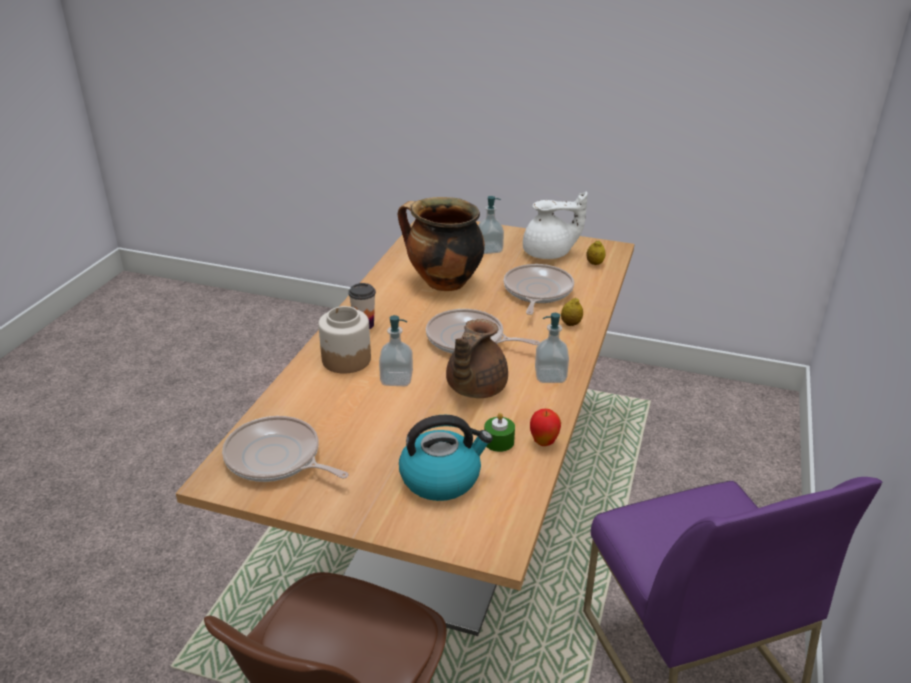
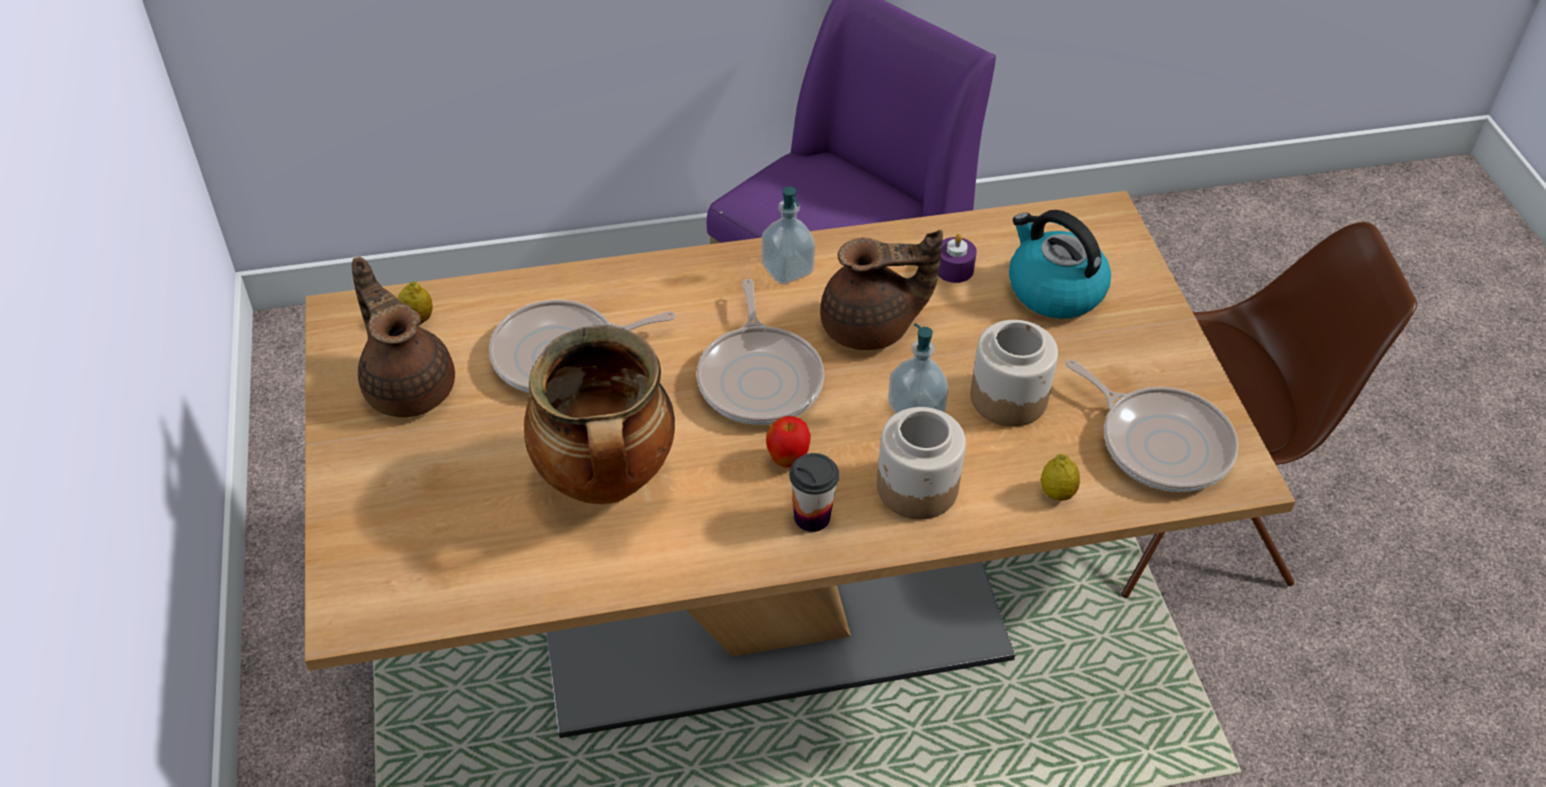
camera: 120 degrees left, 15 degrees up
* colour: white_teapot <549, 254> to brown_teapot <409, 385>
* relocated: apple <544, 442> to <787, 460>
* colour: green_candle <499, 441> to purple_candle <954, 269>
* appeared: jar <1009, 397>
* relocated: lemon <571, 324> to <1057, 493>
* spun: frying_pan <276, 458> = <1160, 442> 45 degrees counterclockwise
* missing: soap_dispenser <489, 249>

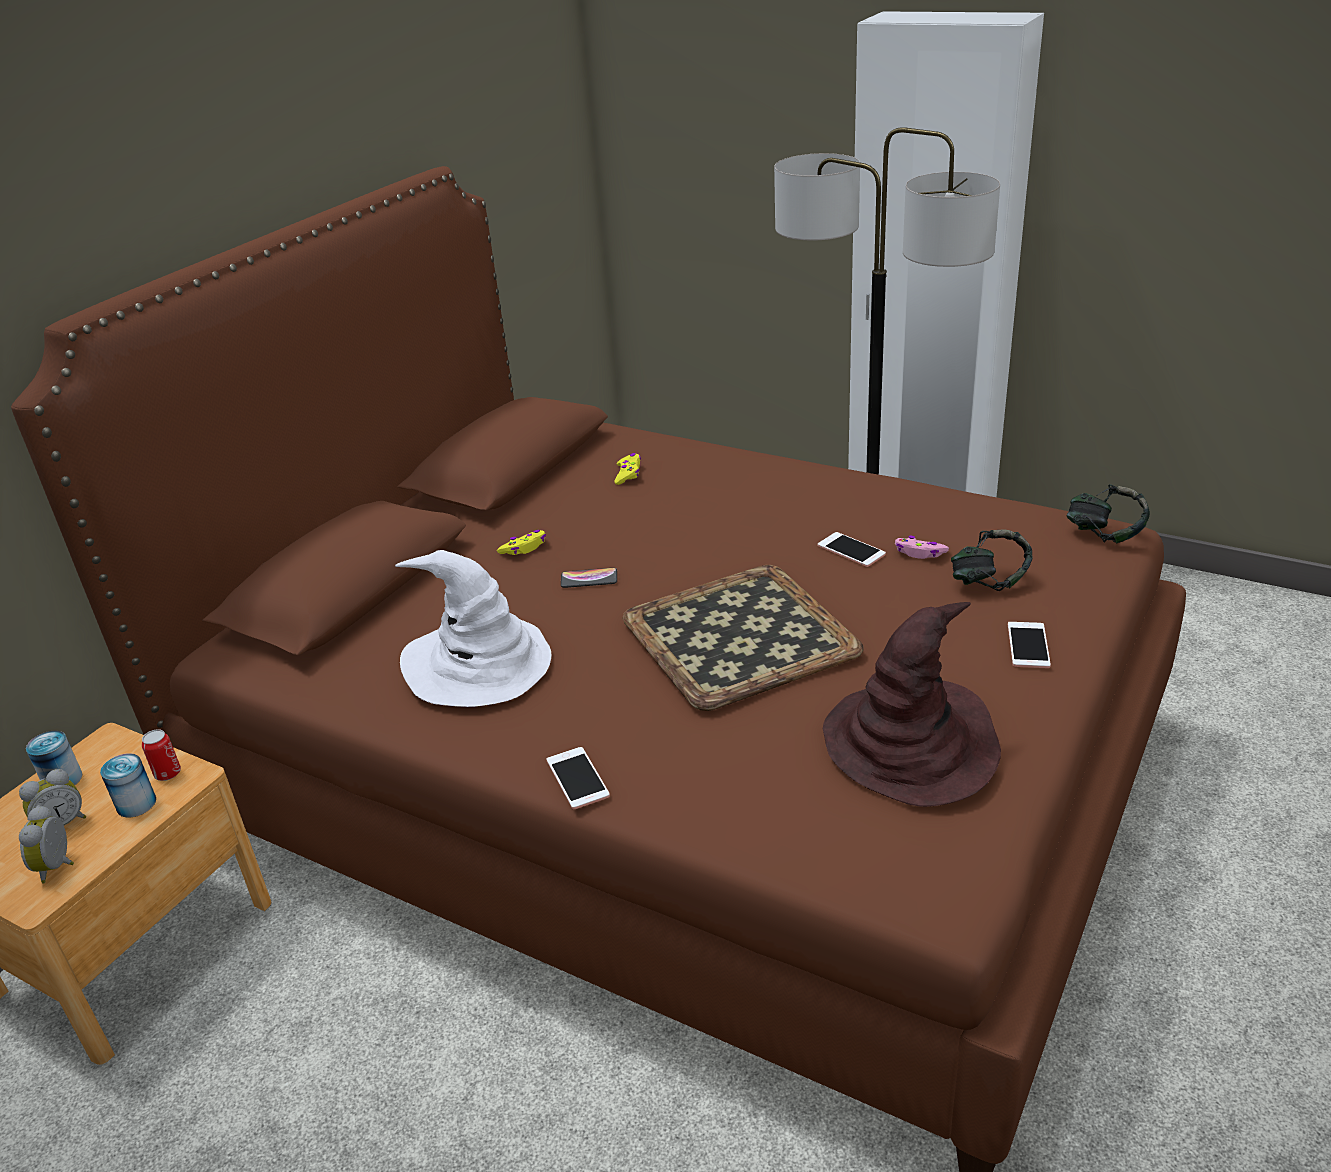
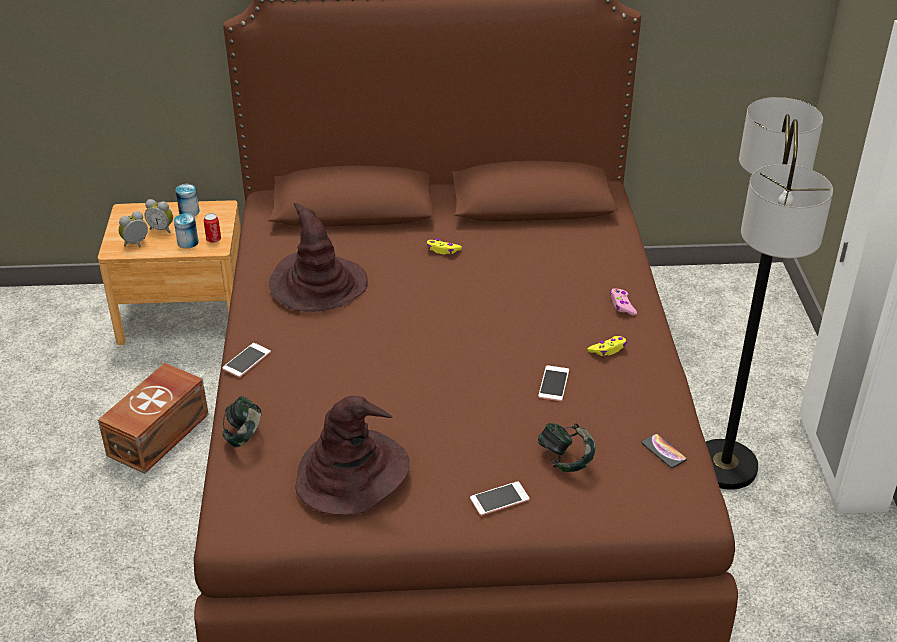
camera: 55 degrees right, 5 degrees up
* appeared: brown_storage_box <160, 434>
* relocated: headphones <1104, 534> to <244, 436>
* colour: white_hat <479, 664> to brown_hat <318, 285>
* relocated: yellow_game_controller <628, 474> to <608, 349>
* relocated: pink_game_controller <919, 553> to <622, 305>
* relocated: phone <589, 579> to <663, 451>
* missing: tray <737, 635>

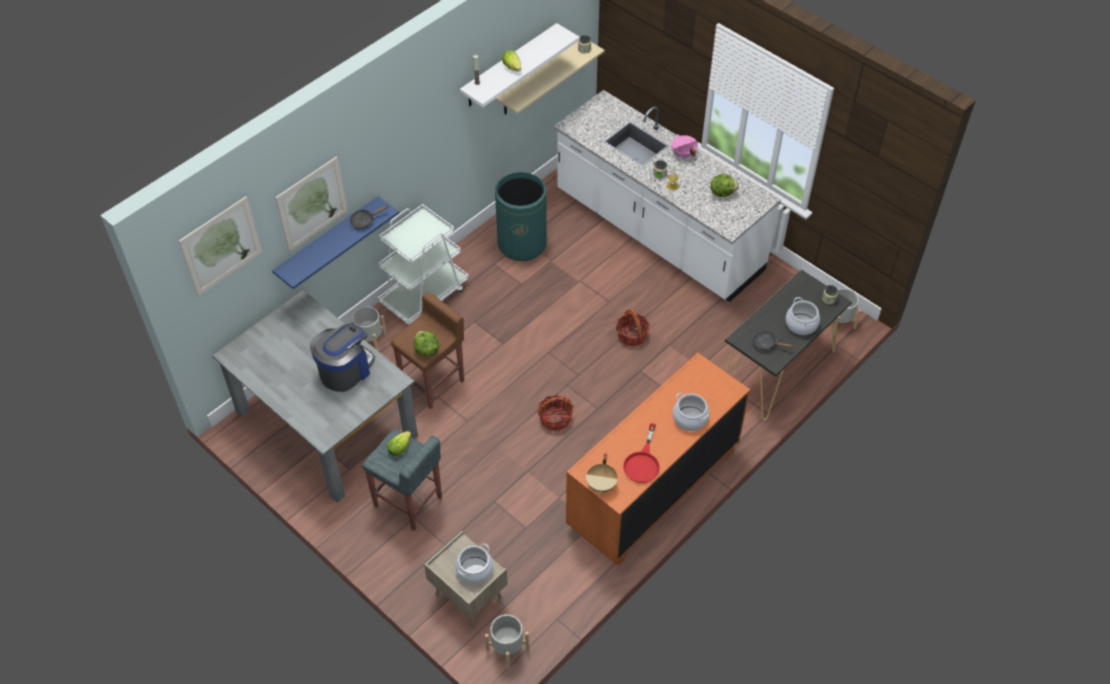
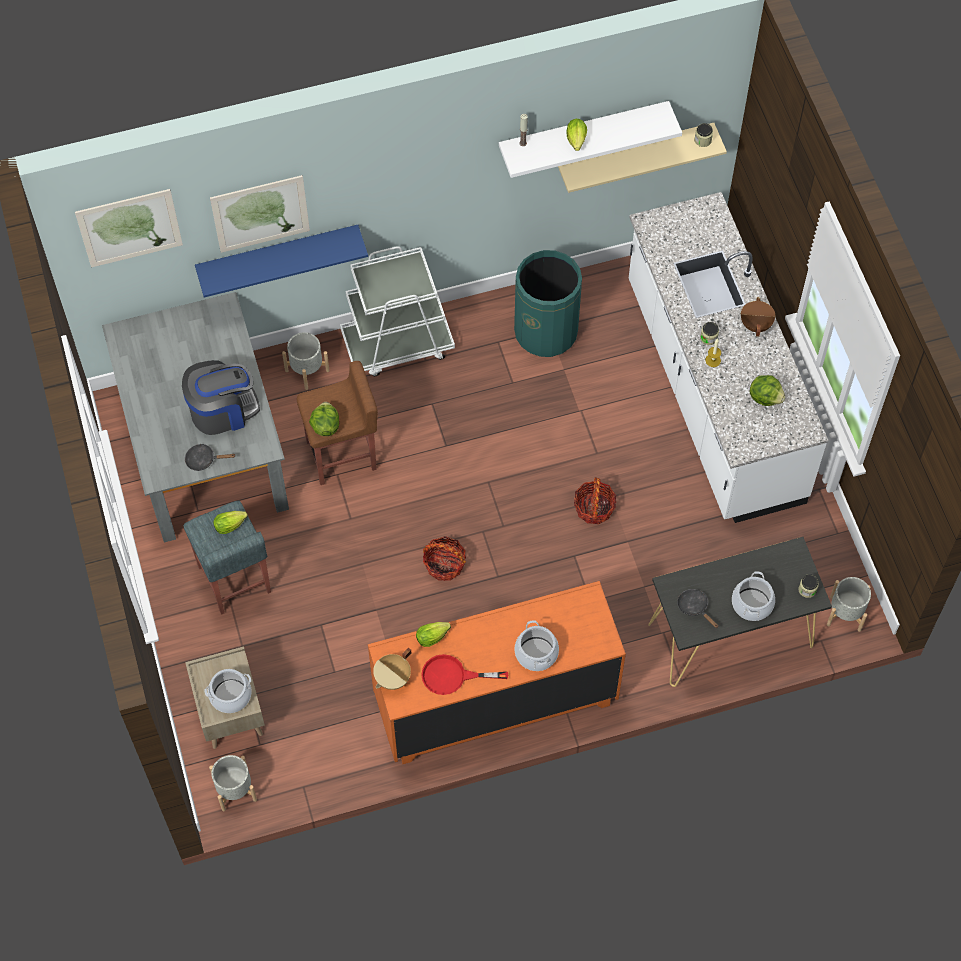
camera: 30 degrees right, 10 degrees up
* relocated: black_frying_pan <364, 221> to <204, 460>
* appeared: lettuce <434, 636>
* spun: red_frying_pan <643, 462> = <452, 676> 45 degrees clockwise
* colour: pink_cooking_pot <683, 154> to brown_cooking_pot <755, 324>

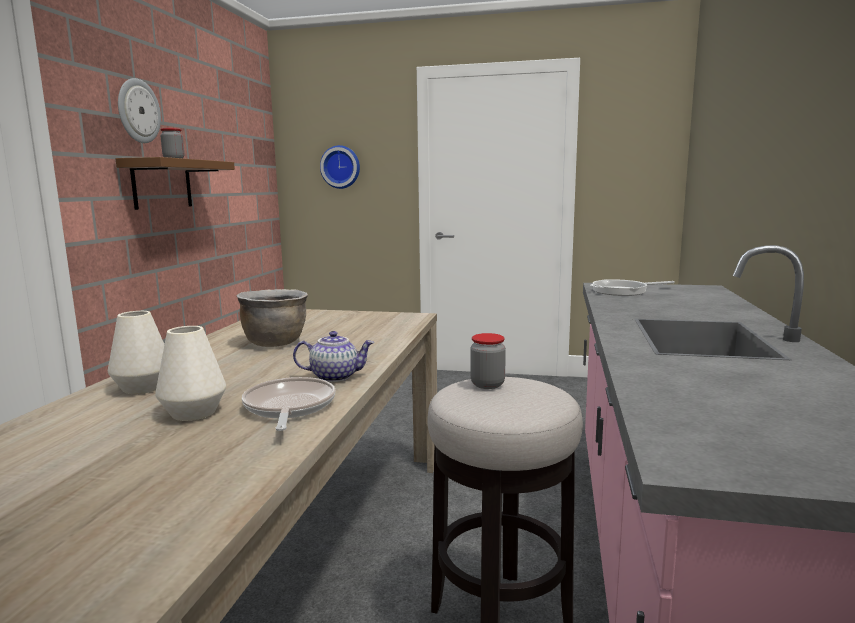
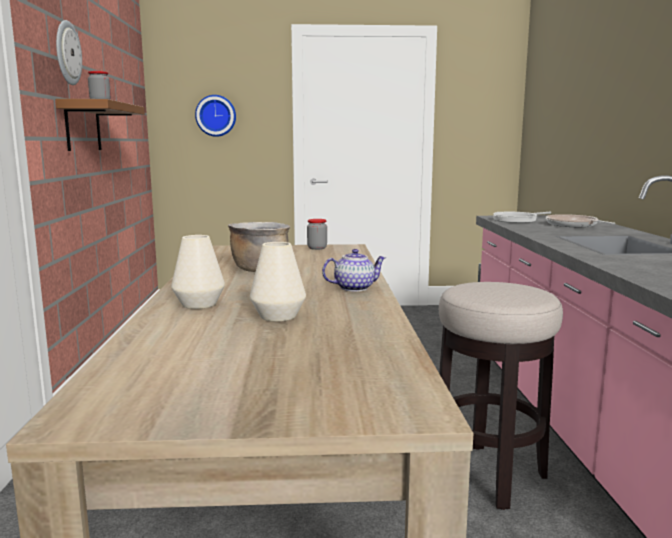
camera: 15 degrees left, 0 degrees up
* relocated: jar <487, 384> to <317, 248>
* relocated: frying_pan <289, 407> to <573, 225>

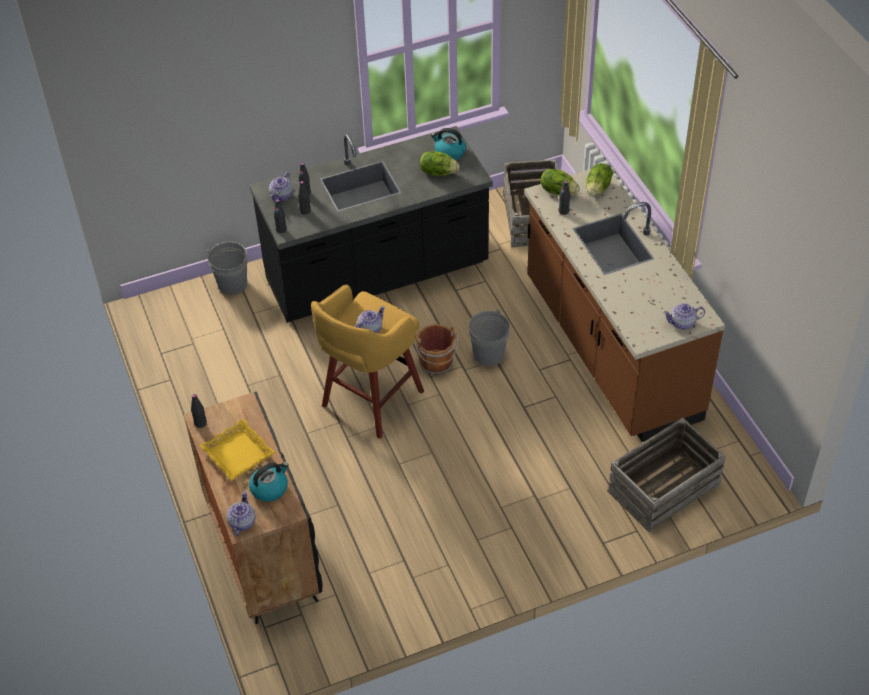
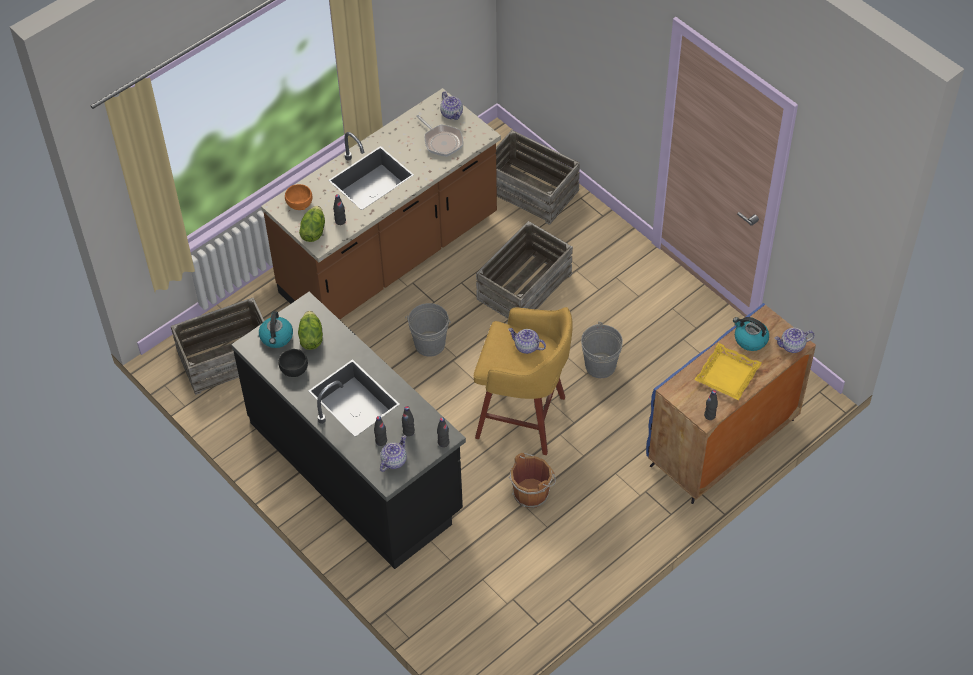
camera: 110 degrees left, 5 degrees up
* appeared: black_bowl <294, 369>
* exchanged: lettuce <598, 188> to orange_bowl <299, 203>
* spun: teapot <282, 196> = <393, 460> 60 degrees counterclockwise
* appeared: frying_pan <441, 141>
* appeared: crate <524, 286>
* relocated: brown_bucket <437, 364> to <532, 492>
* relocated: grey_bucket <232, 284> to <600, 365>
* colour: black_cabinet <261, 548> to blue_cabinet <722, 443>

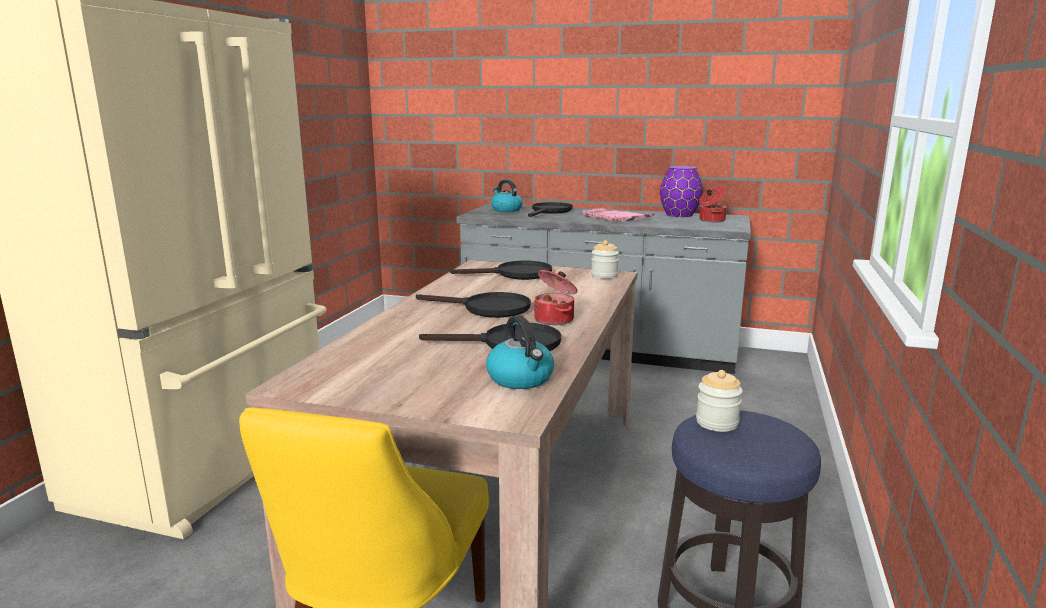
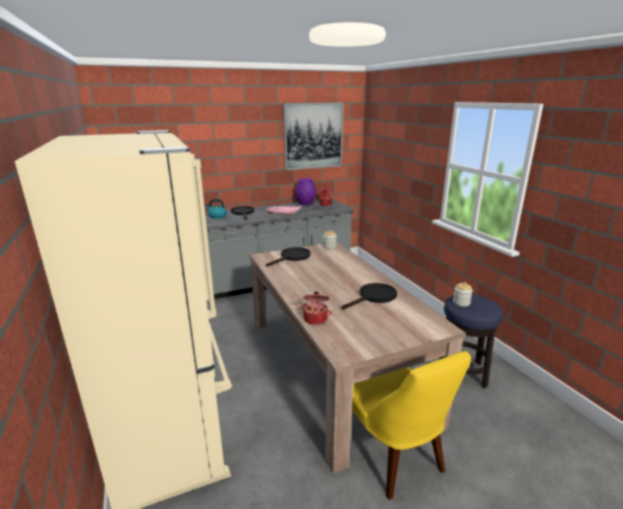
camera: 40 degrees left, 5 degrees up
* appeared: picture <313, 136>
* relocated: cooking_pot <555, 319> to <316, 319>
* missing: black_frying_pan <487, 308>
* missing: kettle <521, 379>

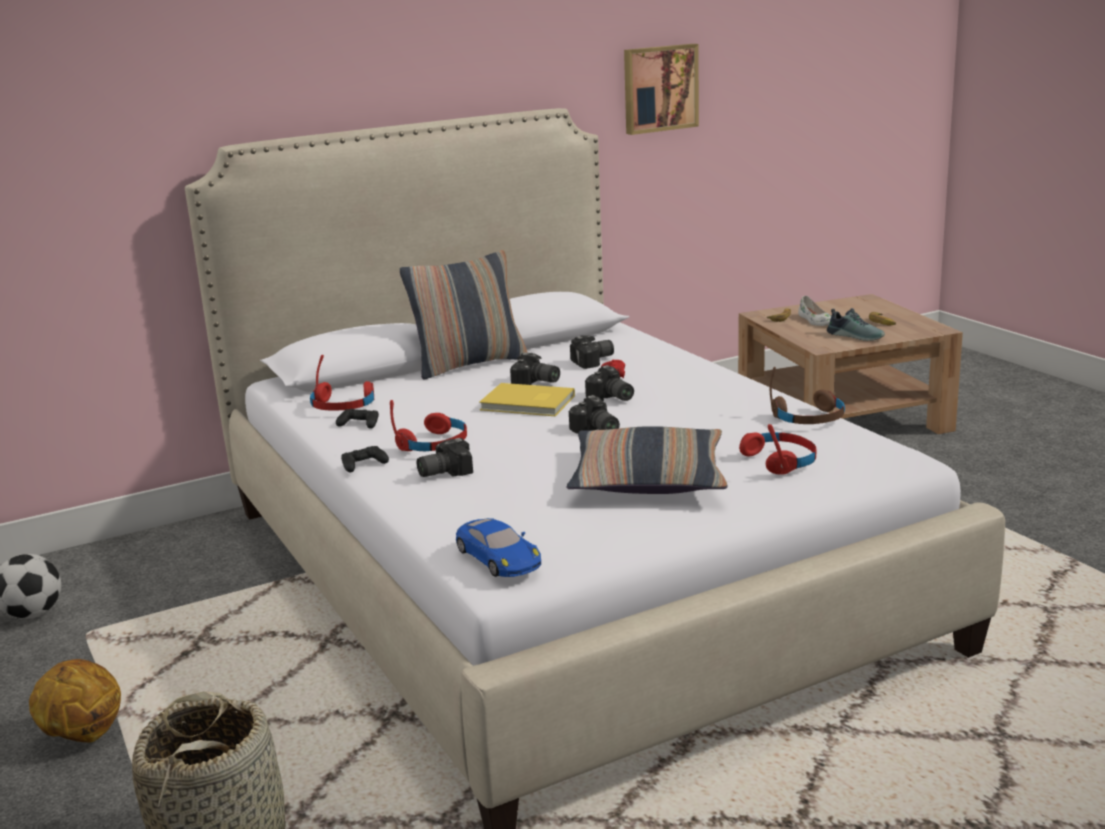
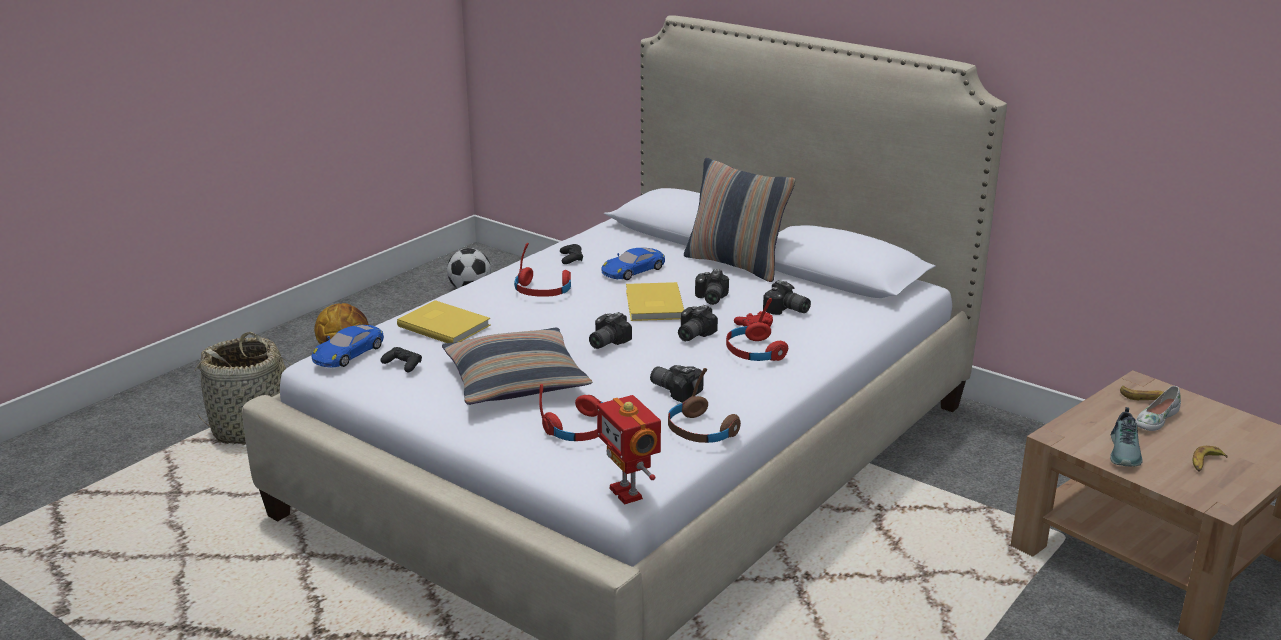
camera: 65 degrees right, 5 degrees up
* relocated: black_game_controller <363, 464> to <402, 364>
* appeared: yellow_book <444, 324>
* appeared: toy_robot <628, 493>
* appeared: blue_toy_car <633, 270>
* relocated: photo_camera <442, 472> to <676, 389>
* relocated: red_headphones <343, 406> to <754, 352>
* missing: picture <659, 88>

